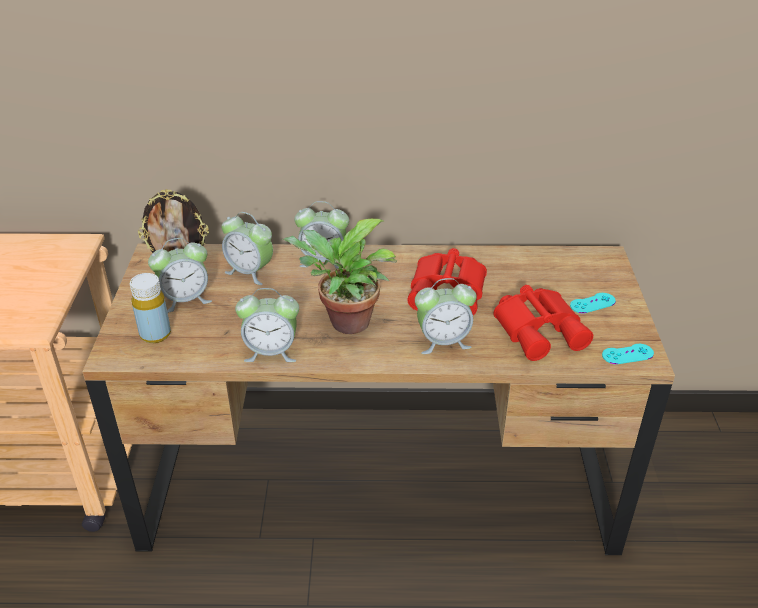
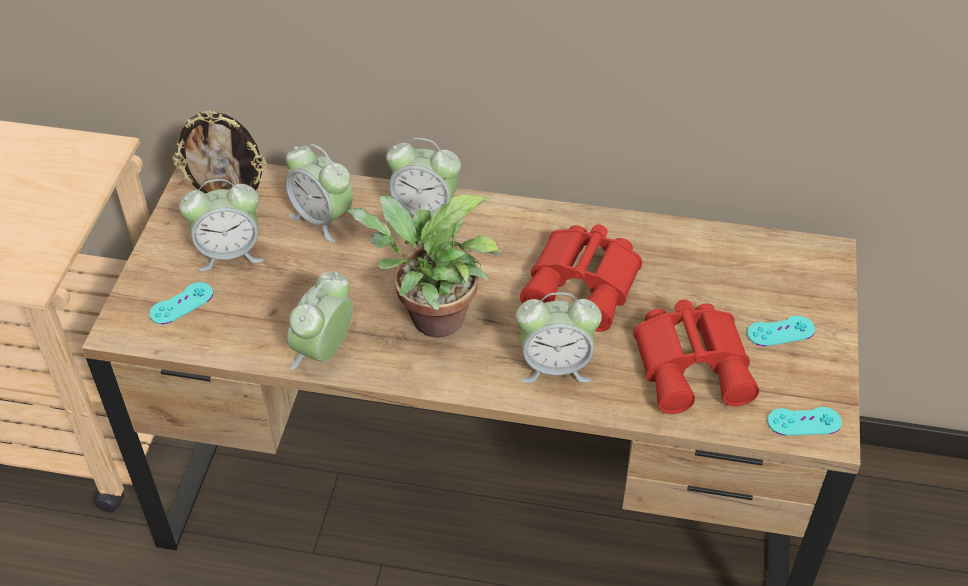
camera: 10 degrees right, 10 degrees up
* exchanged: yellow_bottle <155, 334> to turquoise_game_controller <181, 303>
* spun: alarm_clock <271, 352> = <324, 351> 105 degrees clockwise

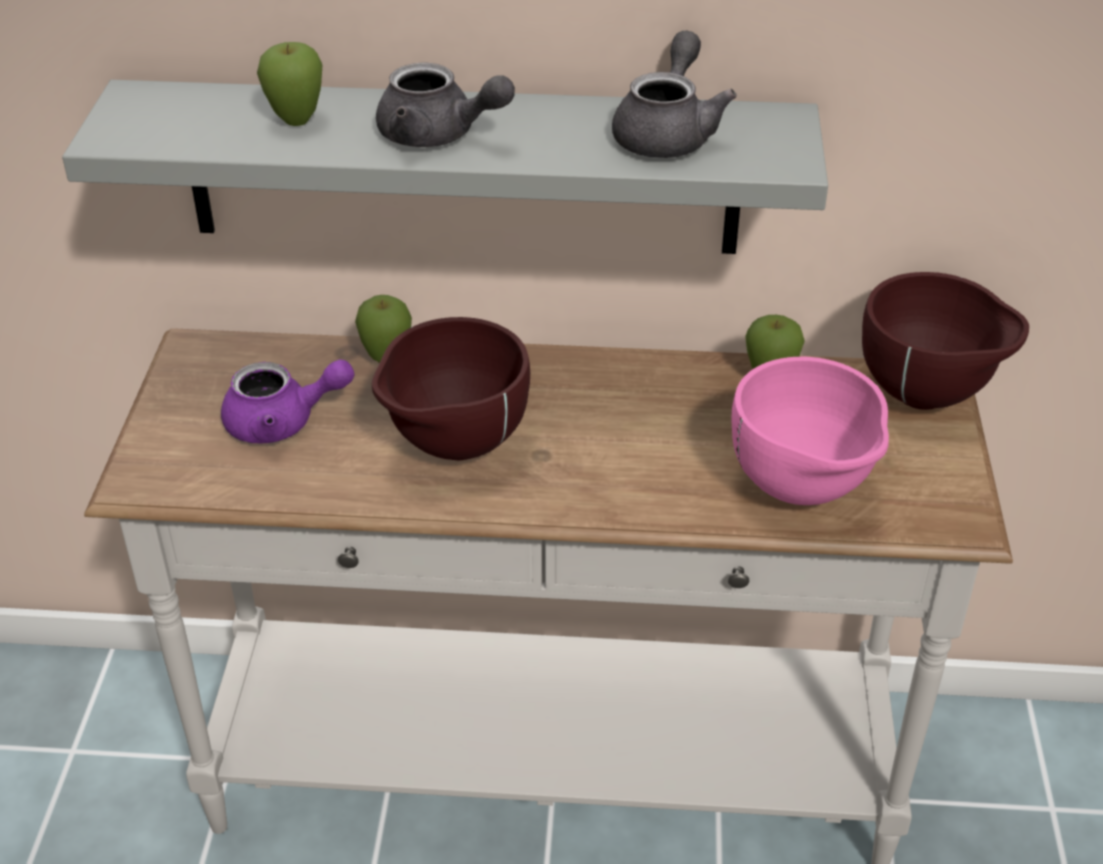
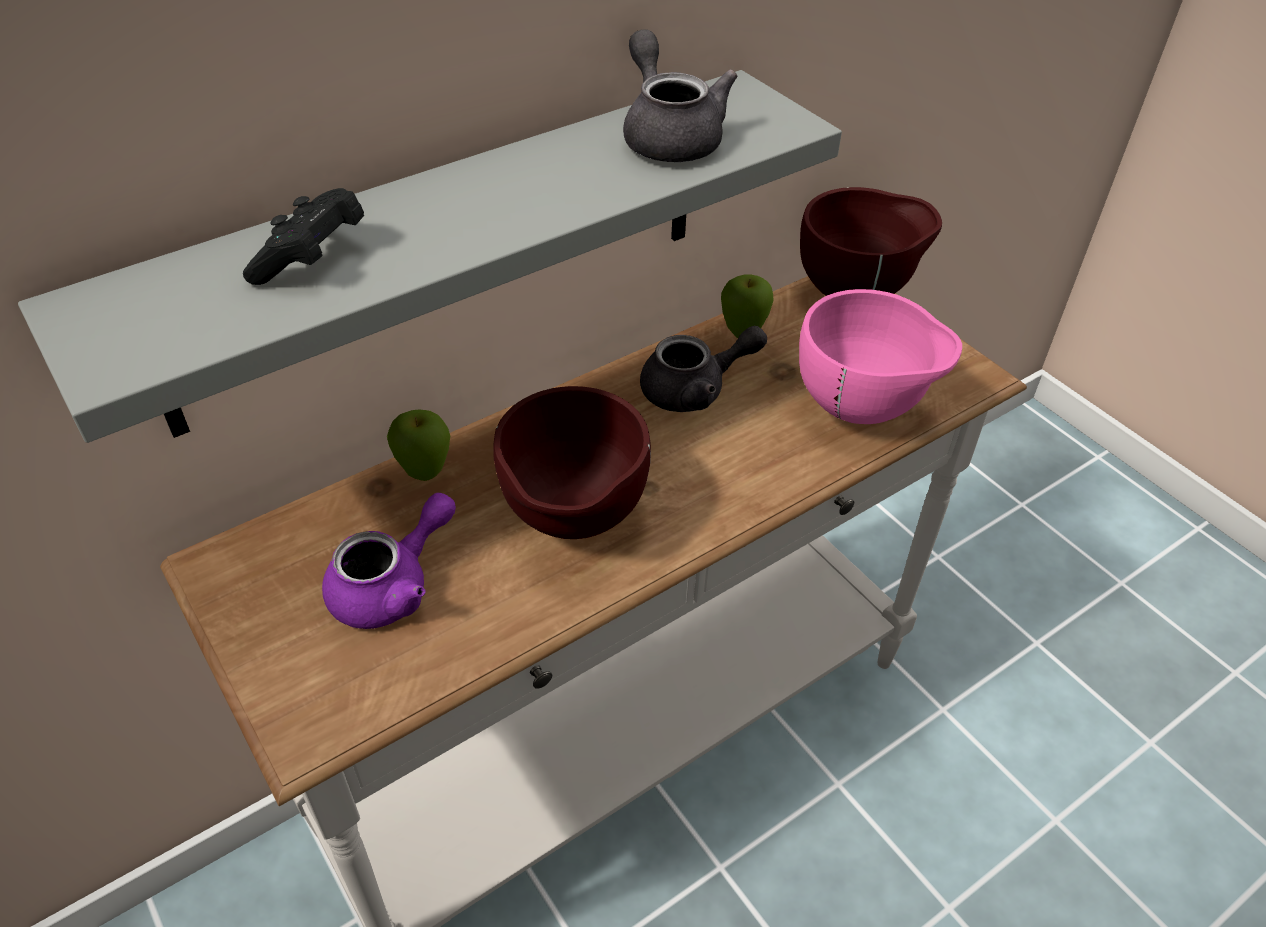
camera: 40 degrees left, 5 degrees up
* exchanged: apple <296, 121> to black_game_controller <312, 260>
* relocated: grey_teapot <438, 135> to <695, 390>

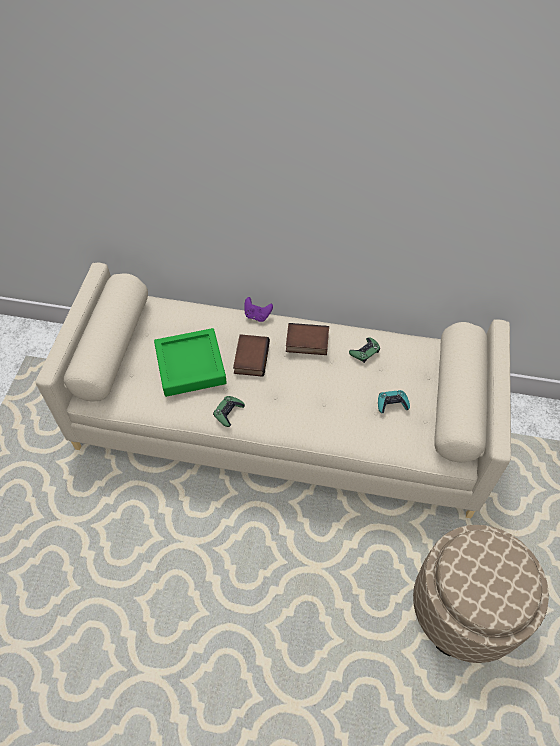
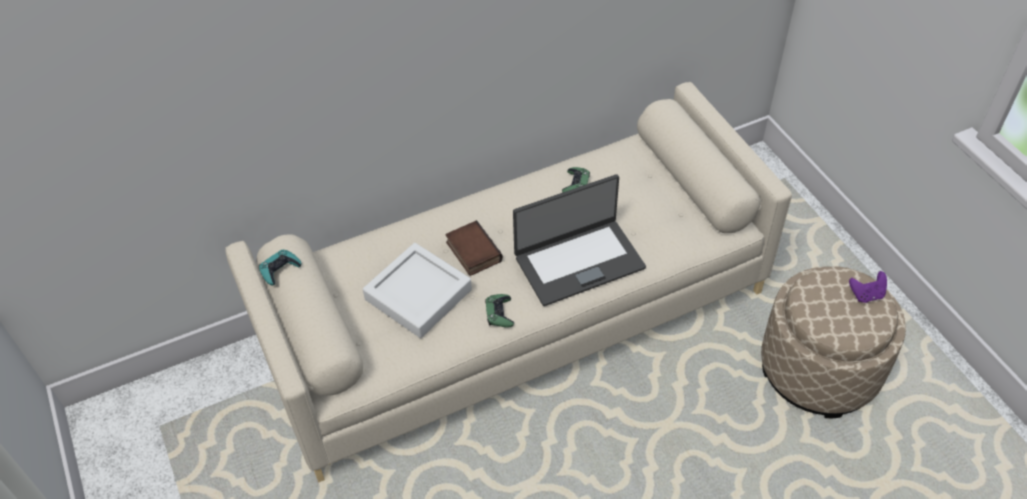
camera: 35 degrees left, 5 degrees down
* relocated: turquoise_game_controller <392, 403> to <280, 269>
* colour: green_tray <190, 366> to white_tray <418, 295>
* appeared: laptop <578, 261>
* relocated: purple_game_controller <257, 316> to <866, 295>
* missing: book <306, 343>

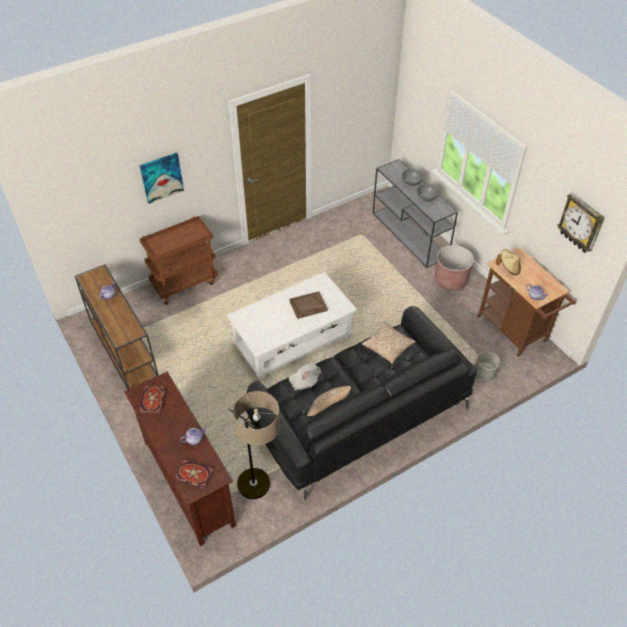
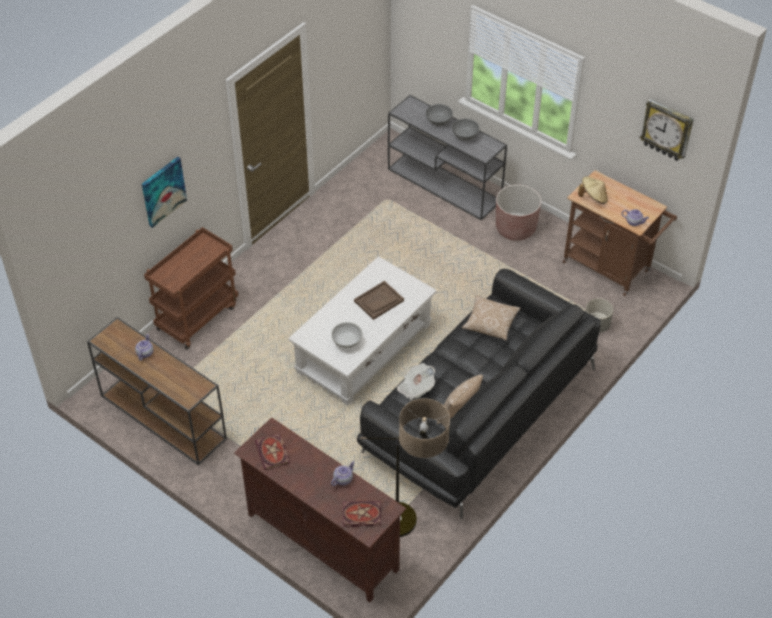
camera: 20 degrees left, 0 degrees up
* appeared: white_bowl <347, 342>

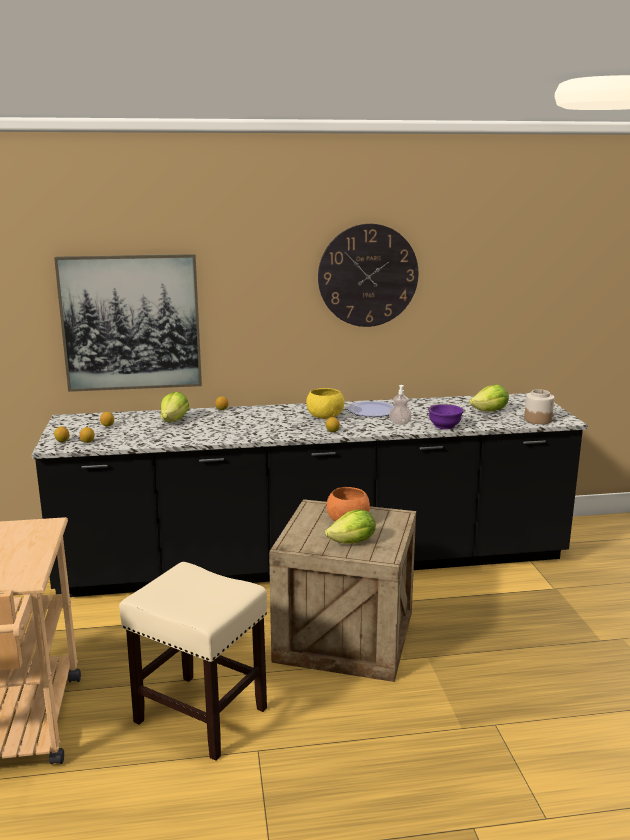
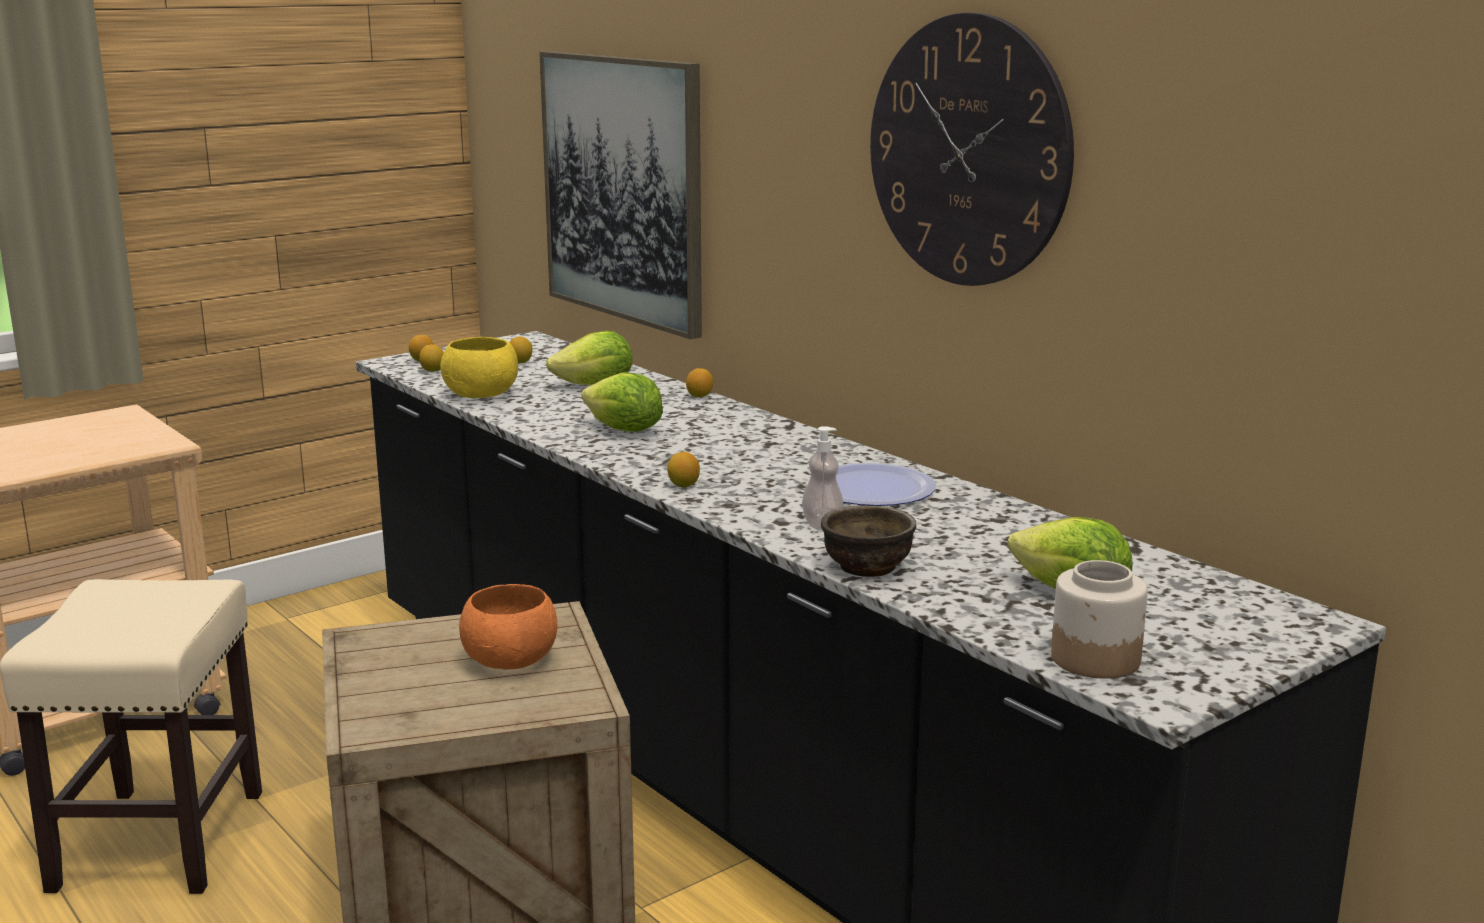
camera: 60 degrees right, 0 degrees up
* relocated: yellow_bowl <325, 417> to <481, 395>
* relocated: lettuce <353, 542> to <624, 431>
* colour: purple_bowl <445, 426> to brown_bowl <868, 567>

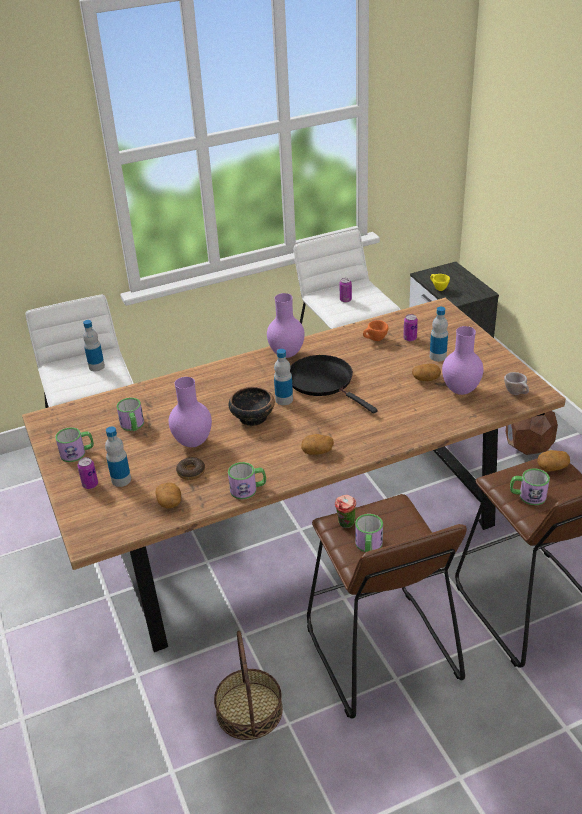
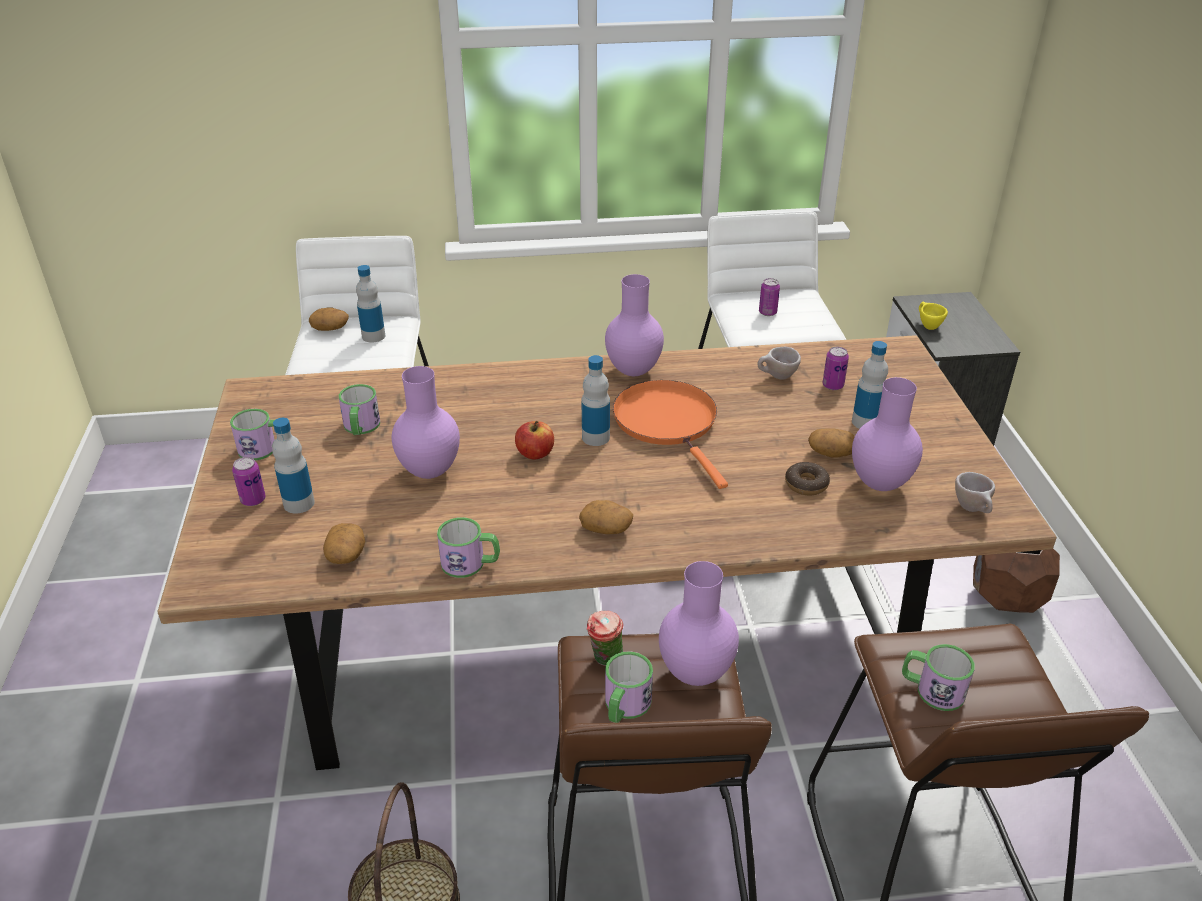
camera: 15 degrees right, 0 degrees up
* relocated: potato <552, 467> to <330, 328>
* exchanged: bowl <252, 417> to apple <535, 453>
* colour: black_frying_pan <323, 382> to orange_frying_pan <668, 423>
* appeared: purple_vase <694, 674>
* colour: orange_cup <375, 340> to beige_cup <777, 377>
* relocated: donut <191, 472> to <806, 484>

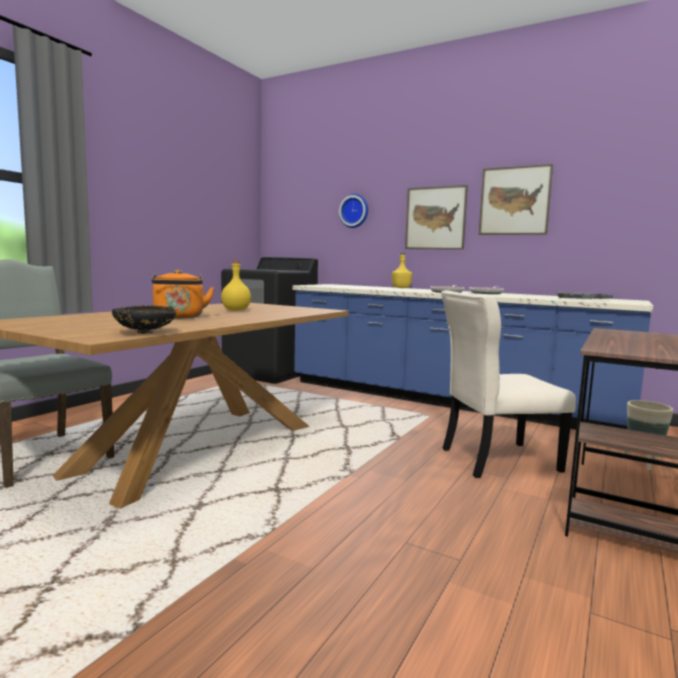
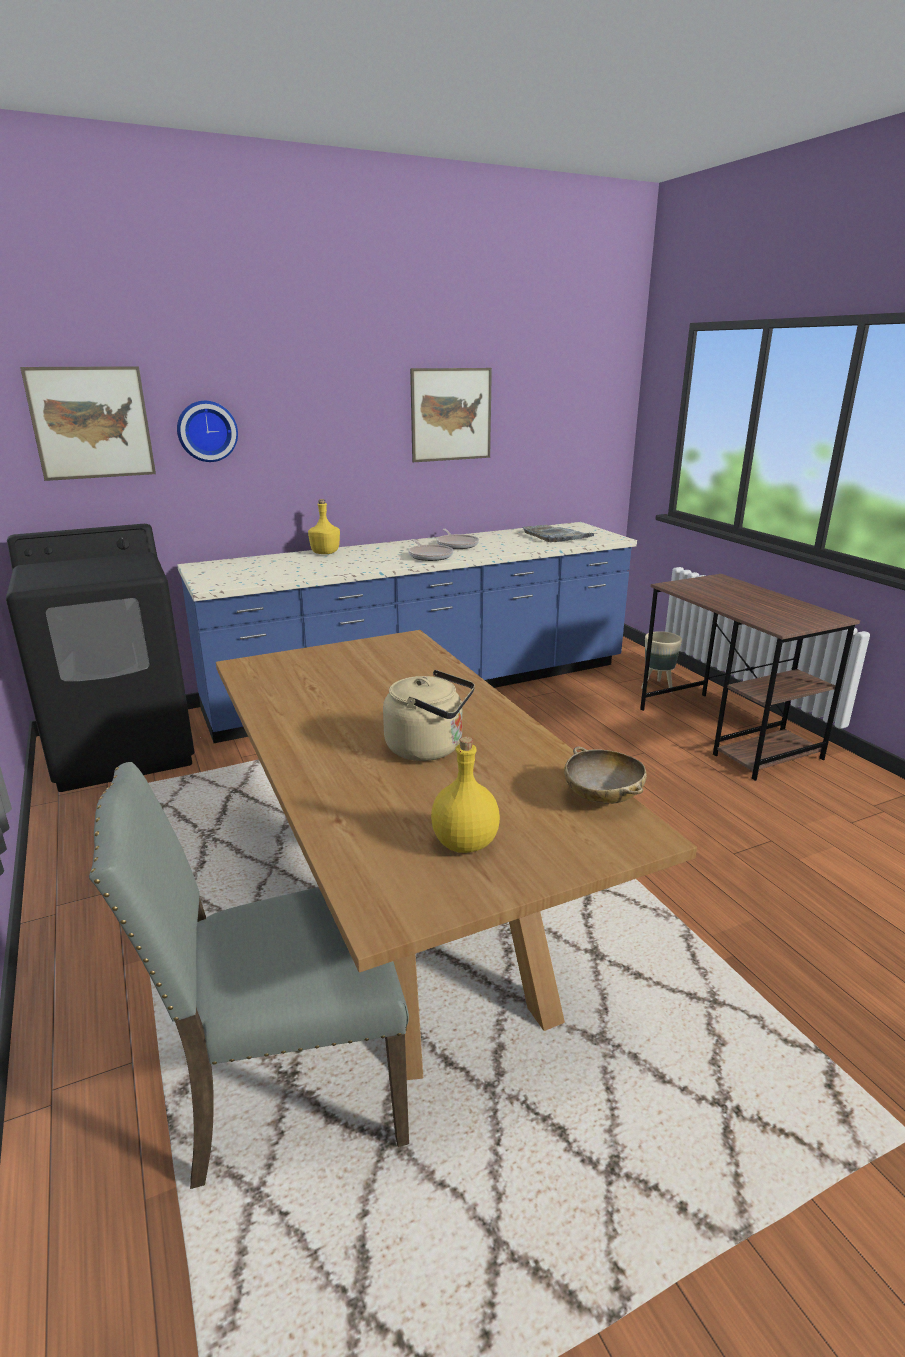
camera: 55 degrees left, 15 degrees up
* relocated: picture <435, 218> to <91, 423>
* colour: orange_kettle <179, 317> to beige_kettle <429, 748>
* relocated: yellow_bottle <235, 310> to <464, 844>
* colour: black_bowl <145, 332> to beige_bowl <603, 797>
* missing: beige_chair <494, 460>

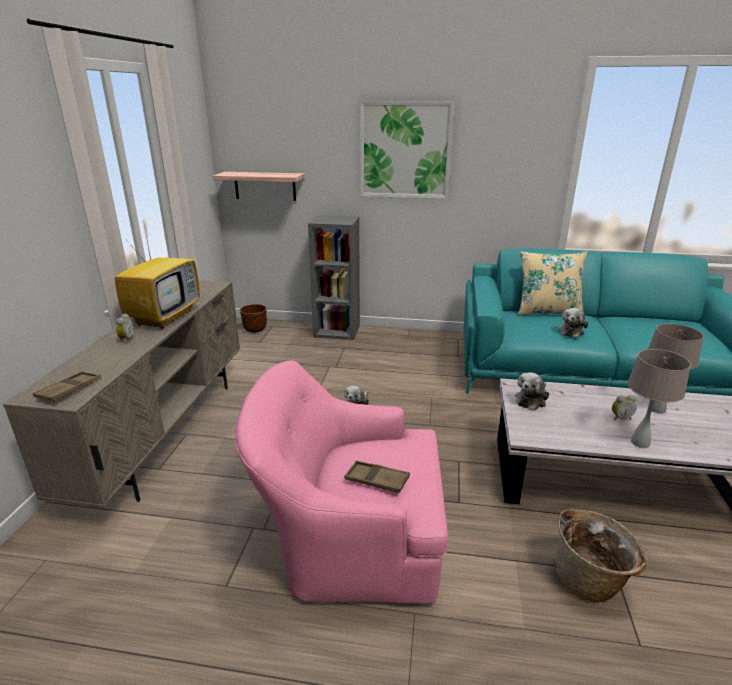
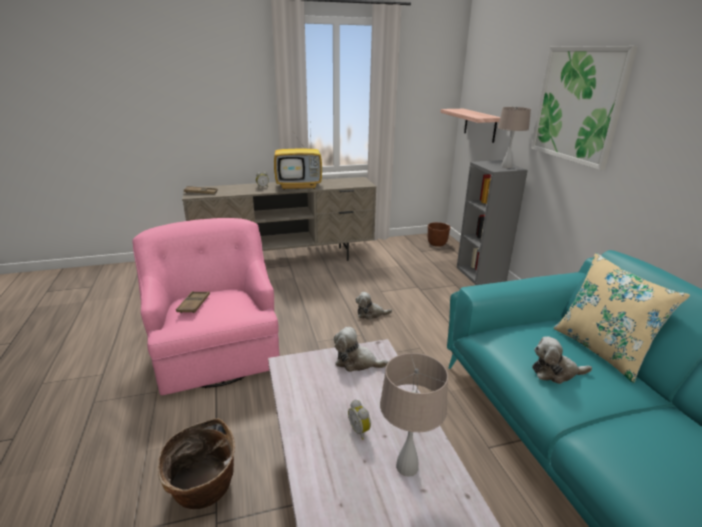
camera: 65 degrees right, 0 degrees up
* relocated: beige_table_lamp <640, 442> to <506, 166>

